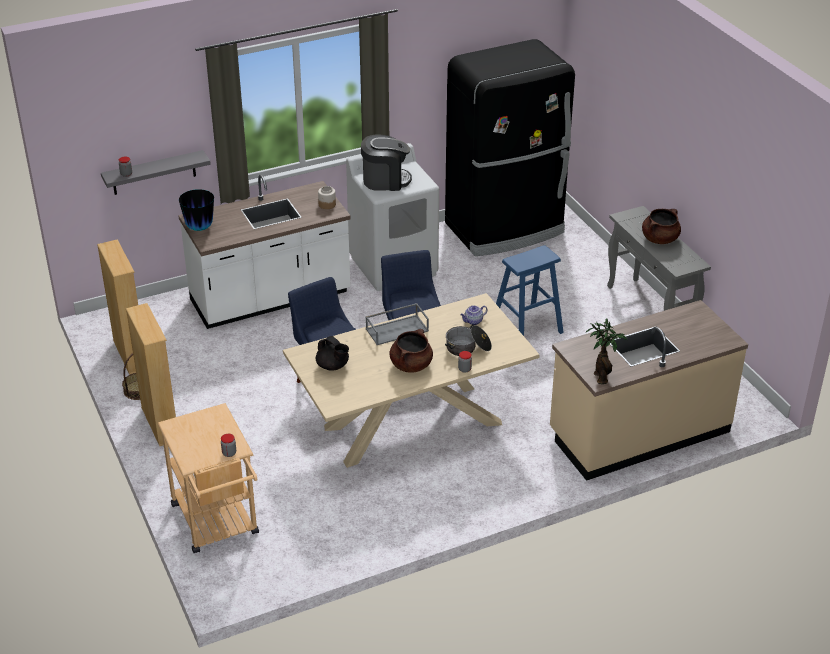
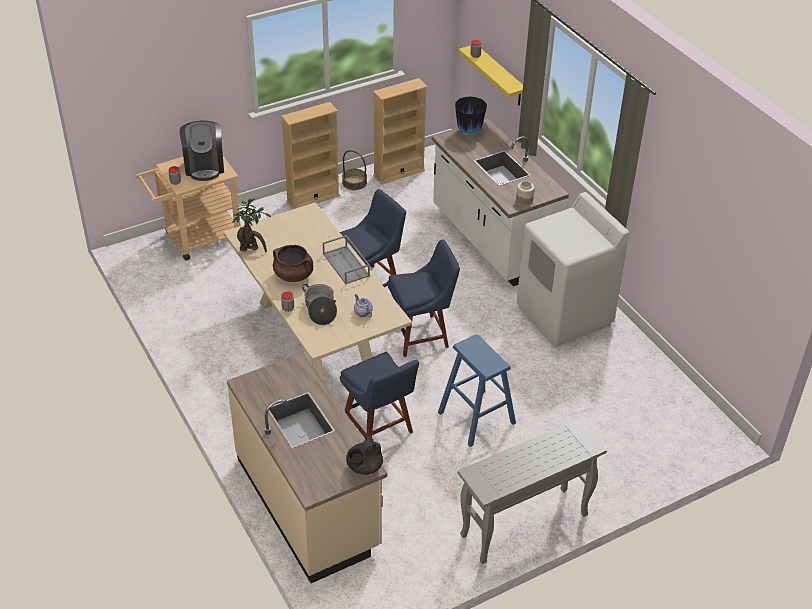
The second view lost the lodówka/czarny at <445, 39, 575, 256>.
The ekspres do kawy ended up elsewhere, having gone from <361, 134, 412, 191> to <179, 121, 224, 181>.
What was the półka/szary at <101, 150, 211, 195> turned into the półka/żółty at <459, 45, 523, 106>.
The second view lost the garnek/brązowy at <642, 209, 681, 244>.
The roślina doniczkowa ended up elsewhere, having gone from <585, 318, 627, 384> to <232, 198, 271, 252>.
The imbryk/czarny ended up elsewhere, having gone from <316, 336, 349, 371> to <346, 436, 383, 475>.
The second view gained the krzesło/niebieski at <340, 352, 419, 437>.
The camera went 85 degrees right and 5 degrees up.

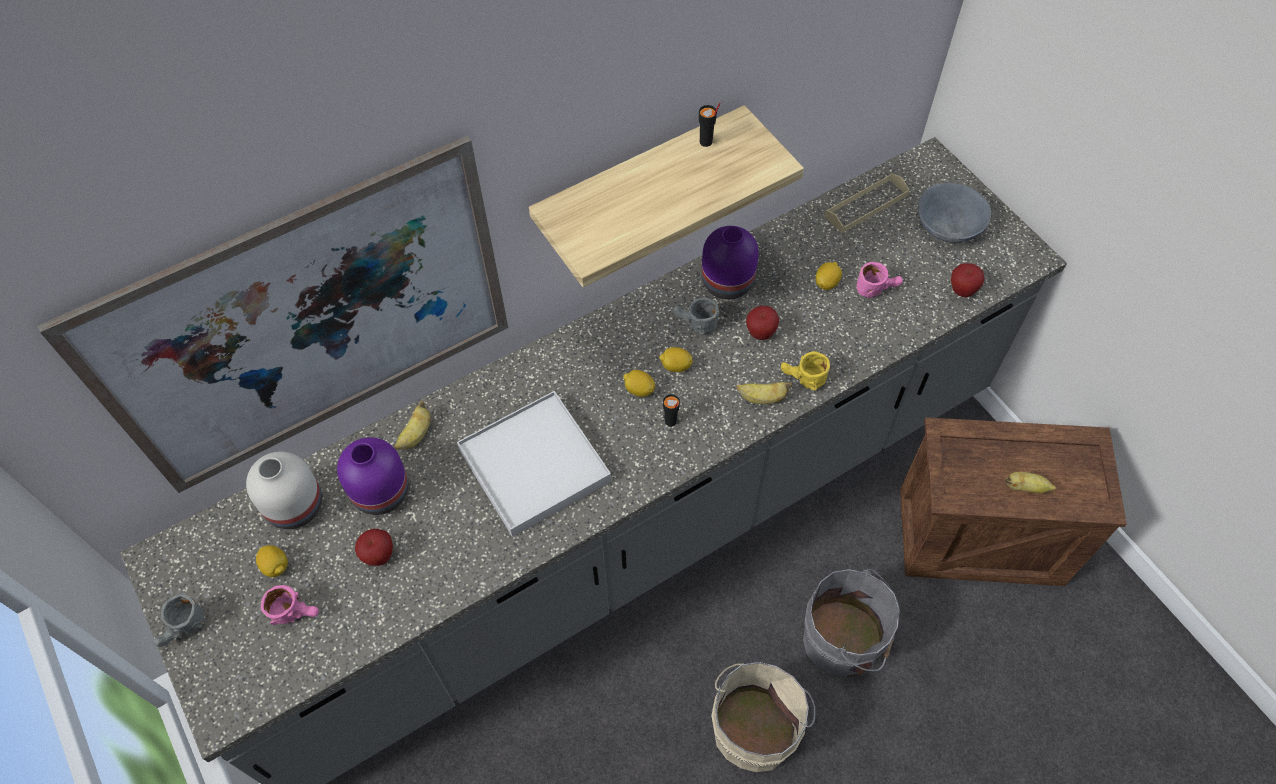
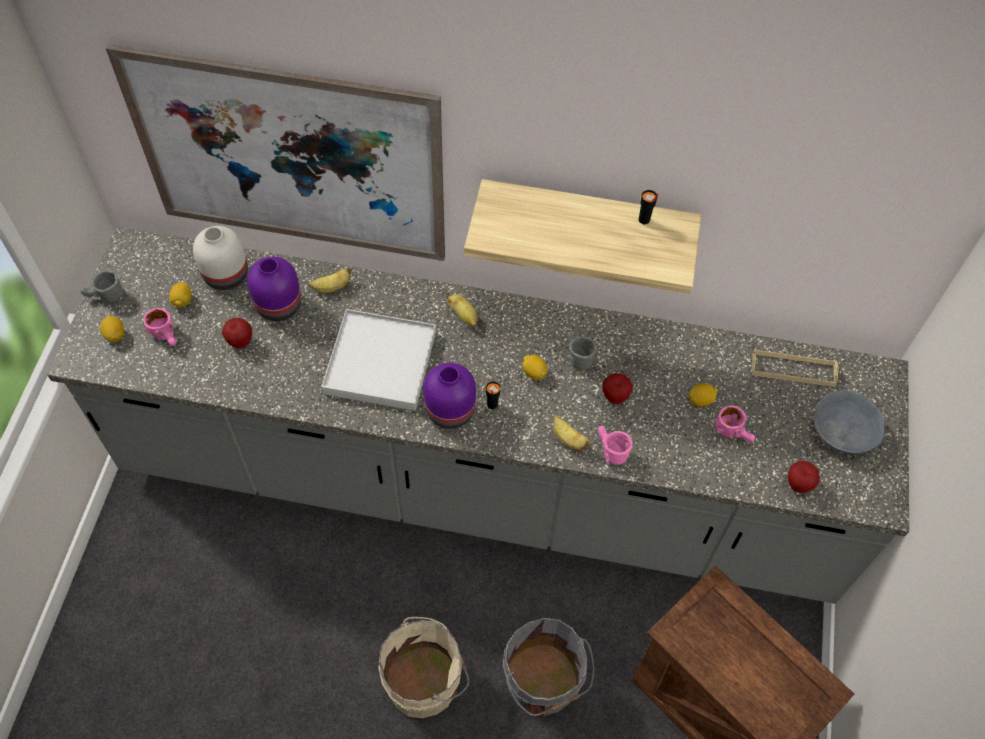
The wazon/fioletowy ended up elsewhere, having gone from <701, 226, 759, 300> to <423, 363, 476, 429>.
What was the kubek/żółty at <781, 351, 830, 391> turned into the kubek/różowy at <598, 426, 633, 465>.
The cytryna ended up elsewhere, having gone from <623, 370, 655, 397> to <100, 315, 124, 342>.
The banan ended up elsewhere, having gone from <1005, 472, 1056, 493> to <446, 292, 478, 327>.
The camera went 40 degrees right and 0 degrees up.

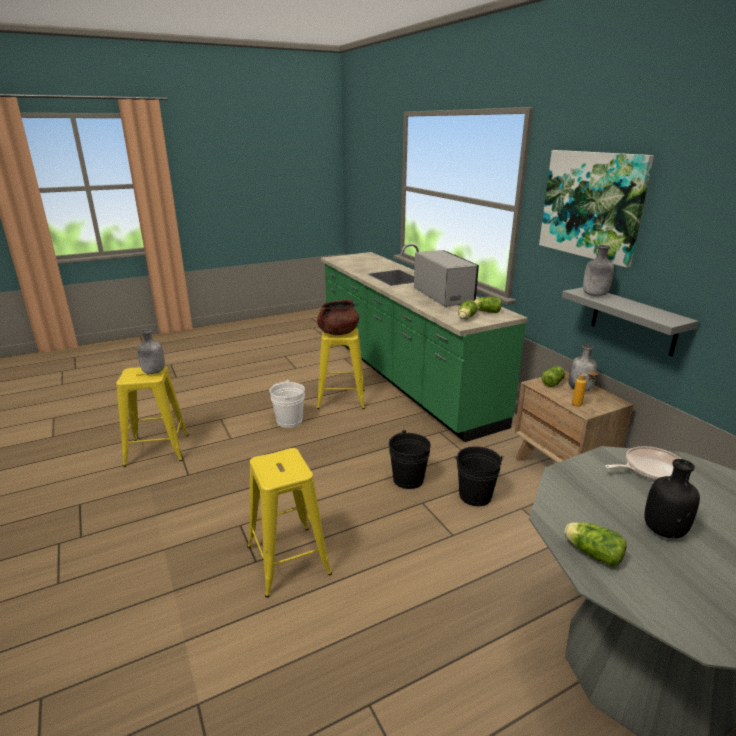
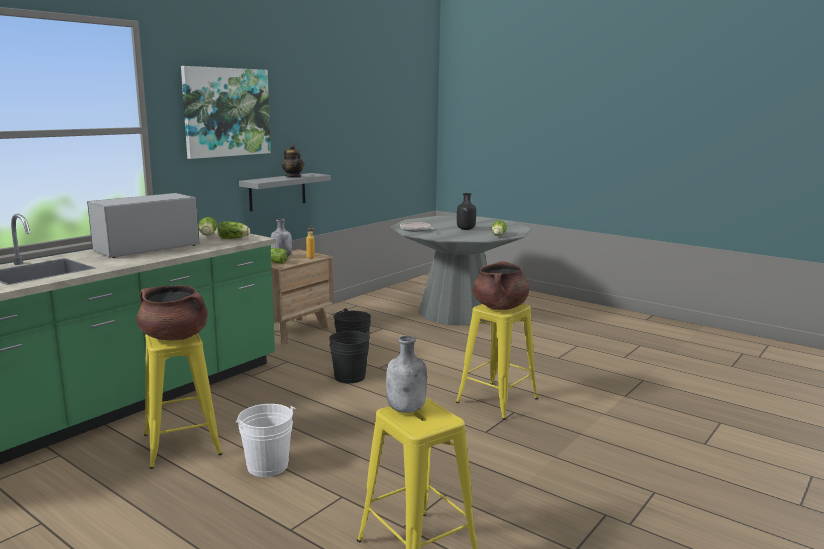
The second view lost the butelka/szary at <583, 245, 614, 296>.
The second view gained the imbryk at <281, 145, 304, 177>.
The second view gained the garnek/brązowy at <473, 261, 530, 310>.
The camera went 115 degrees left and 10 degrees down.

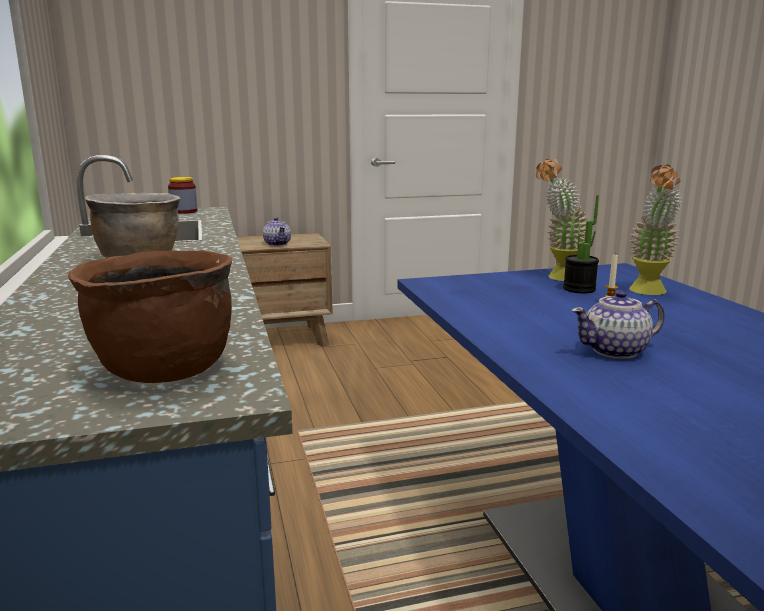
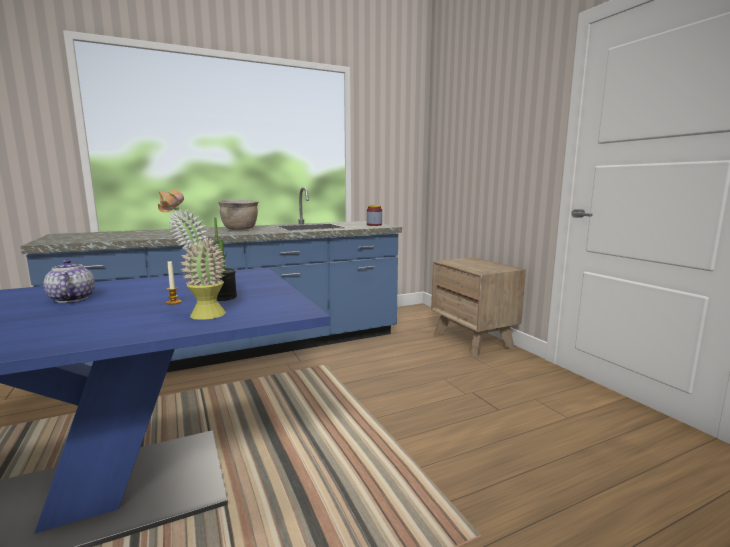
The second view lost the roślina doniczkowa at <536, 159, 589, 281>.
The second view lost the imbryk at <263, 217, 291, 246>.
The second view lost the garnek/brązowy at <68, 250, 232, 383>.
The camera went 80 degrees right and 5 degrees down.

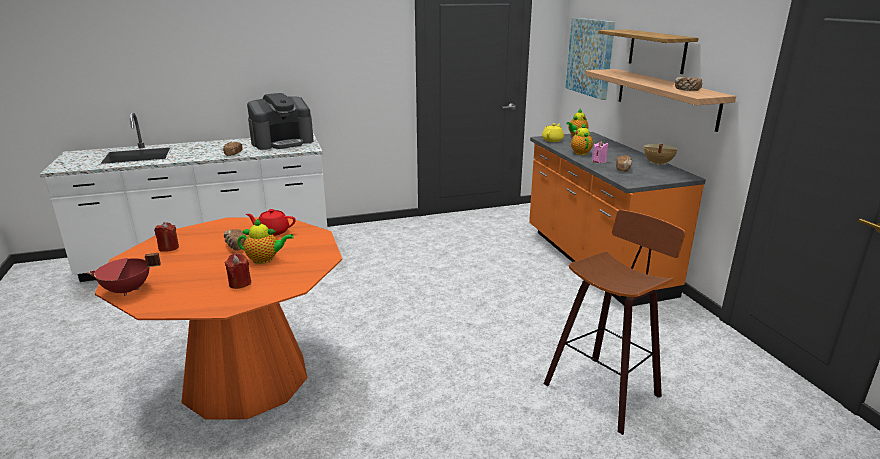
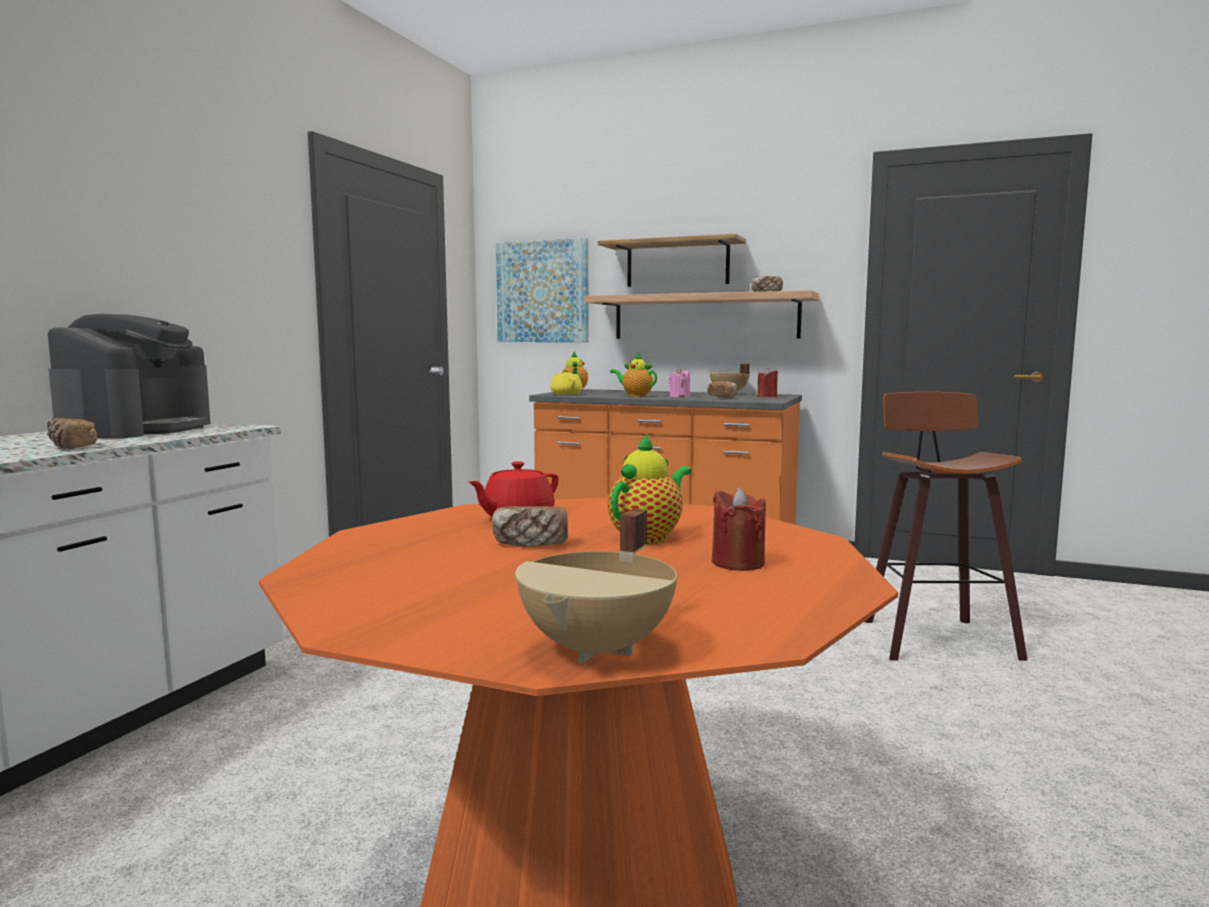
The świeca/czerwony ended up elsewhere, having gone from <154, 222, 179, 252> to <757, 368, 778, 397>.
What was the garnek/czerwony at <87, 253, 161, 296> turned into the garnek/beżowy at <515, 509, 677, 664>.
The camera went 50 degrees left and 15 degrees down.

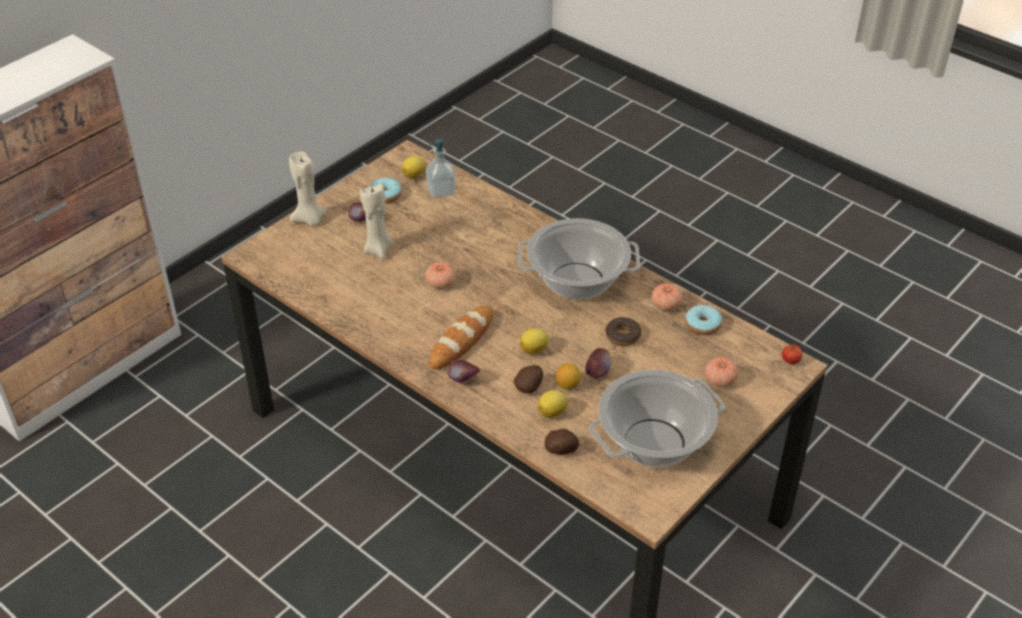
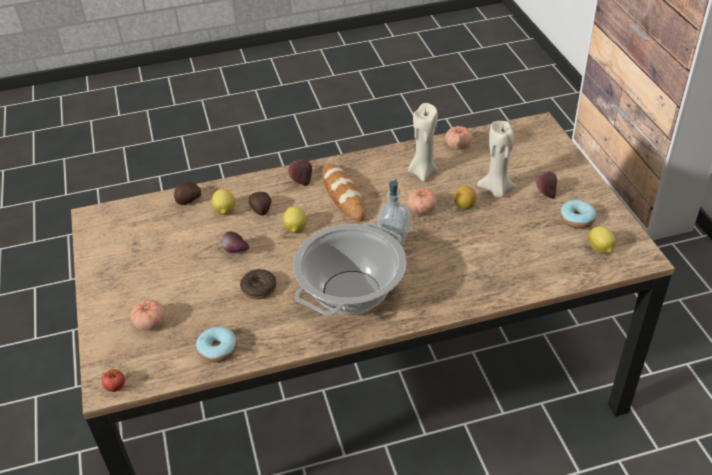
The dozownik mydła ended up elsewhere, having gone from <426, 138, 456, 198> to <377, 179, 410, 243>.
The świeca/beżowy ended up elsewhere, having gone from <289, 152, 327, 226> to <408, 103, 438, 182>.
The pomidor ended up elsewhere, having gone from <651, 283, 683, 311> to <445, 126, 473, 150>.
The cytryna ended up elsewhere, having gone from <556, 363, 581, 390> to <454, 186, 477, 210>.
The second view lost the garnek at <589, 370, 725, 467>.
The camera went 125 degrees right and 0 degrees up.

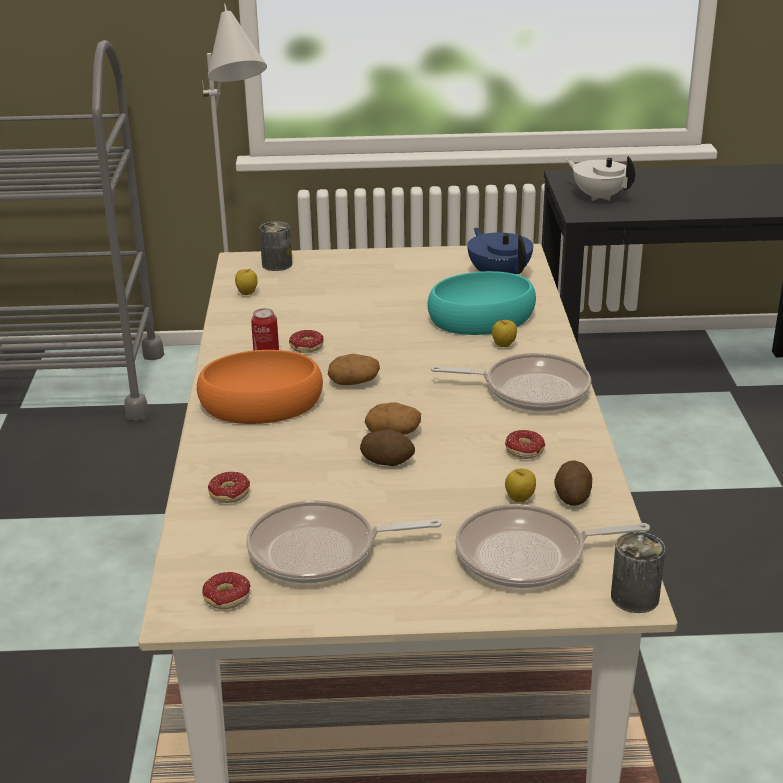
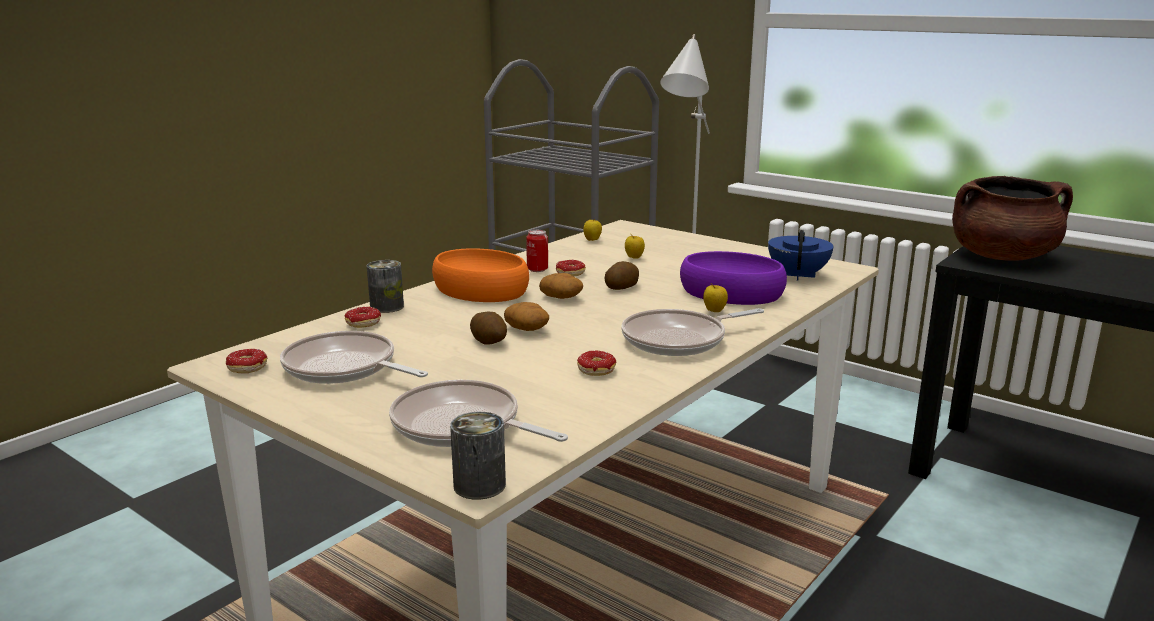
Where the imbryk/biały stood at <566, 156, 635, 201>, the garnek/brązowy came to stand at <952, 176, 1073, 261>.
The puszka ended up elsewhere, having gone from <259, 221, 292, 271> to <367, 260, 404, 313>.
What was the miska/turkusowy at <427, 271, 536, 335> turned into the miska/fioletowy at <680, 251, 787, 305>.
The patelnia at <431, 353, 591, 411> ended up facing another way, 105 degrees clockwise from before.
The ziemniak ended up elsewhere, having gone from <554, 460, 592, 506> to <605, 261, 639, 290>.
The jabłko ended up elsewhere, having gone from <505, 469, 536, 502> to <625, 234, 645, 259>.
The camera went 40 degrees right and 10 degrees down.

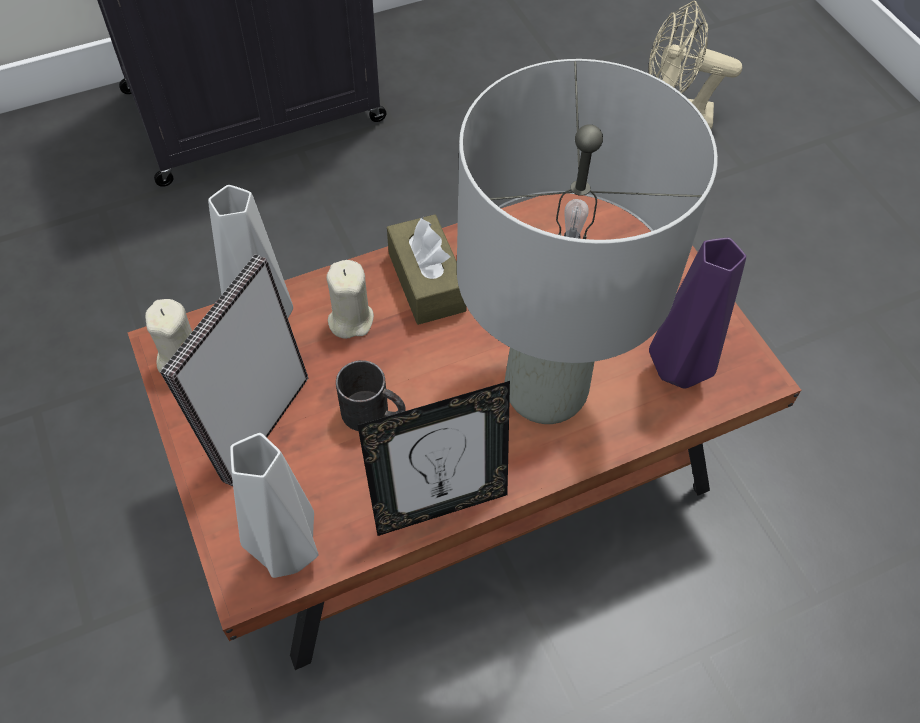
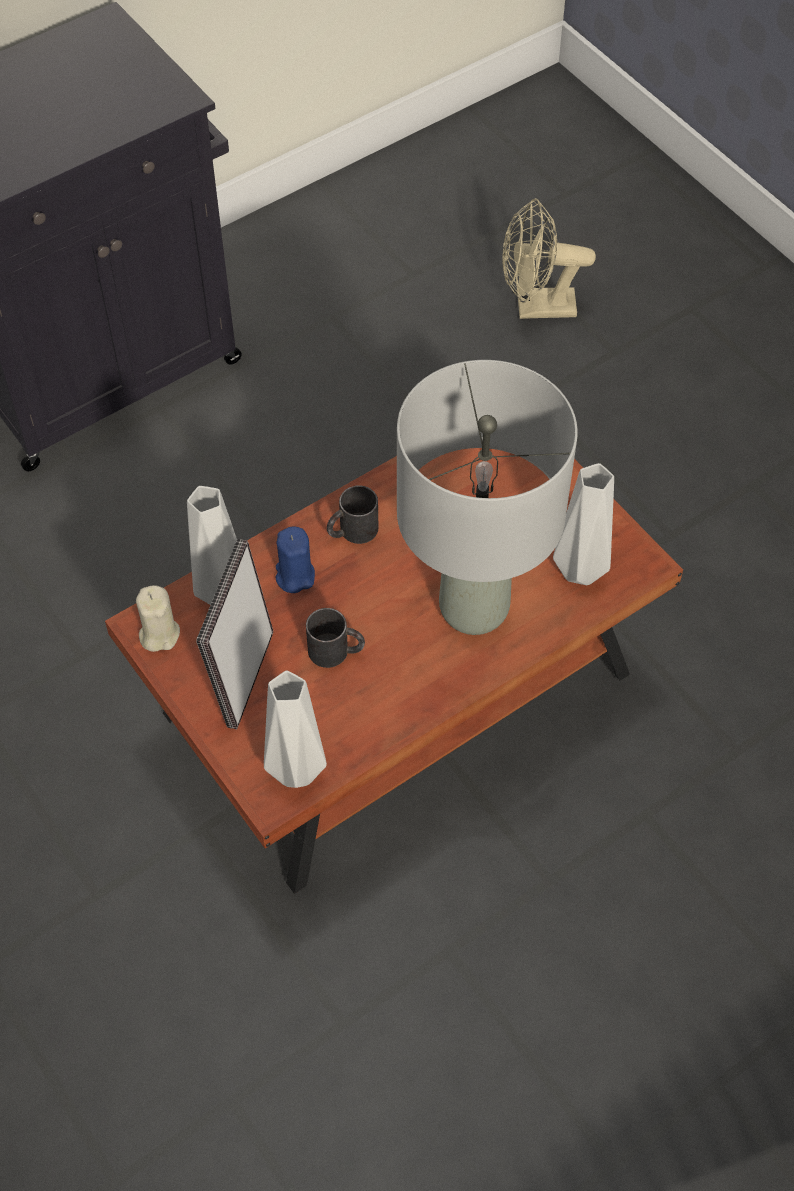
Where the pudełko chusteczek/brązowy stood at <387, 214, 467, 325>, the kubek/czarny came to stand at <327, 485, 378, 544>.
What was the wazon/fioletowy at <649, 238, 746, 389> turned into the wazon/szary at <553, 463, 614, 585>.
What was the świeca/beżowy at <327, 260, 374, 339> turned into the świeca/niebieski at <276, 527, 315, 593>.
The second view lost the ramka na zdjęcie at <357, 381, 510, 536>.
The camera went 10 degrees left and 0 degrees up.

